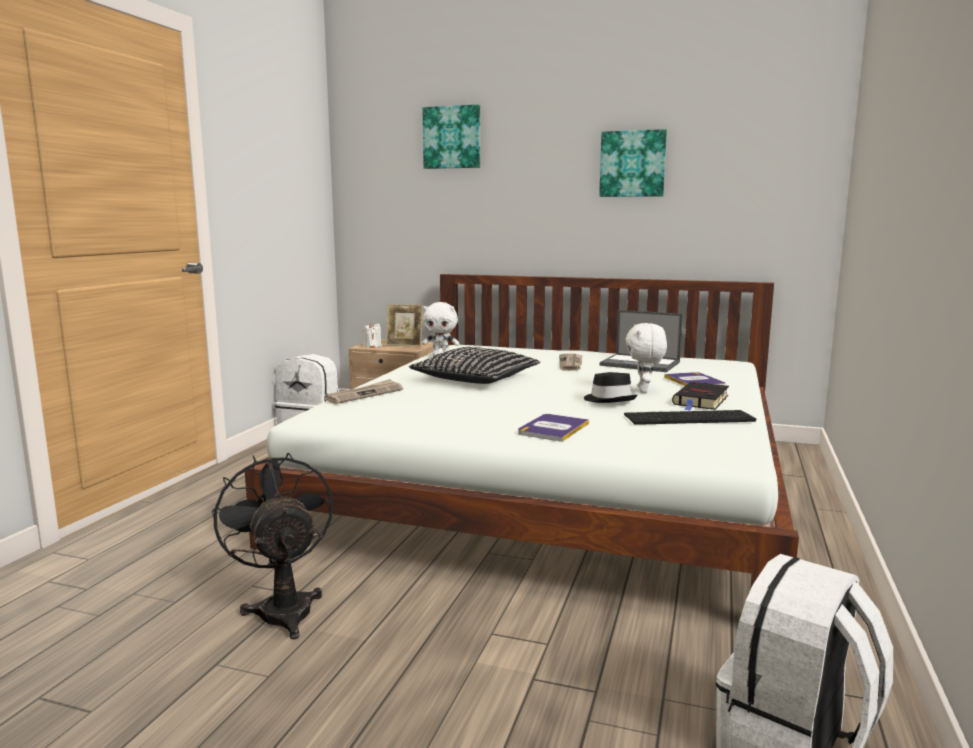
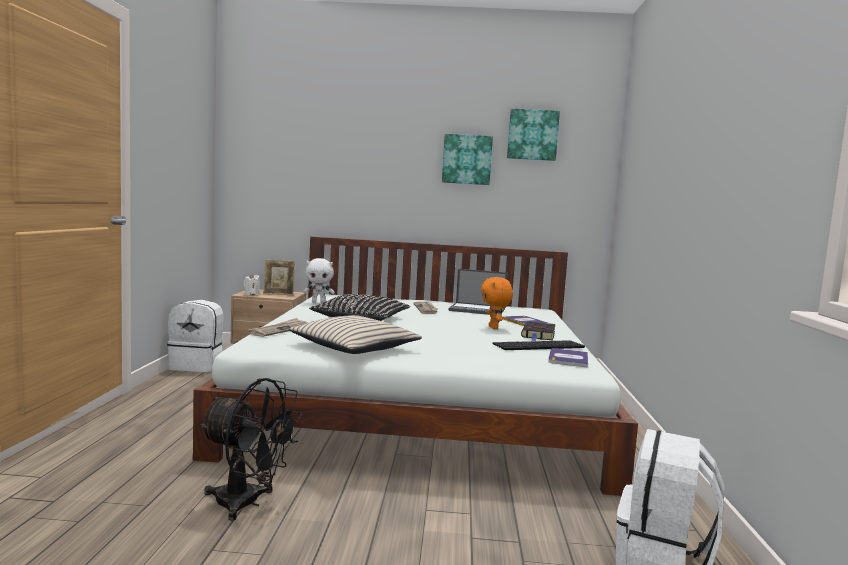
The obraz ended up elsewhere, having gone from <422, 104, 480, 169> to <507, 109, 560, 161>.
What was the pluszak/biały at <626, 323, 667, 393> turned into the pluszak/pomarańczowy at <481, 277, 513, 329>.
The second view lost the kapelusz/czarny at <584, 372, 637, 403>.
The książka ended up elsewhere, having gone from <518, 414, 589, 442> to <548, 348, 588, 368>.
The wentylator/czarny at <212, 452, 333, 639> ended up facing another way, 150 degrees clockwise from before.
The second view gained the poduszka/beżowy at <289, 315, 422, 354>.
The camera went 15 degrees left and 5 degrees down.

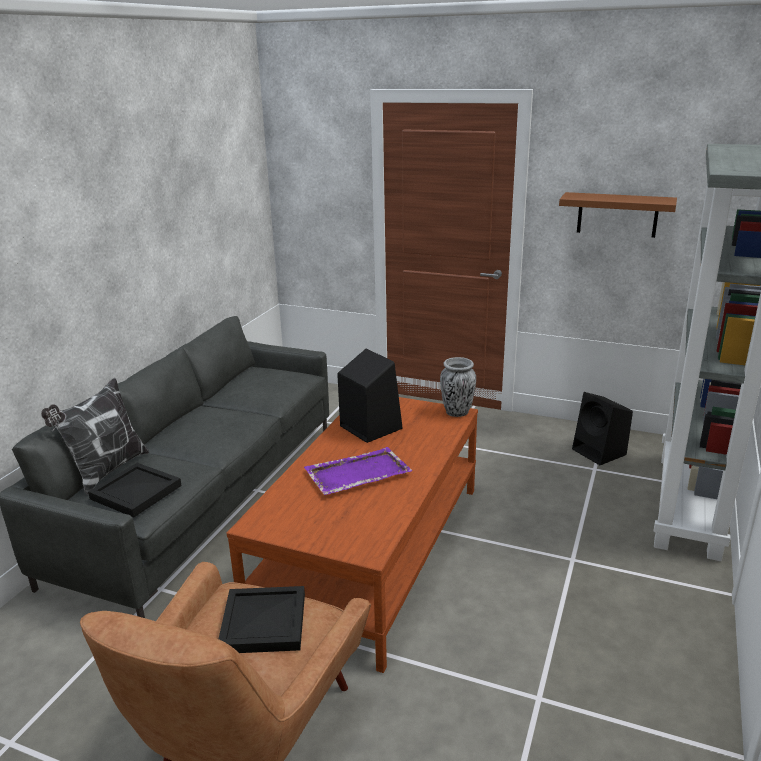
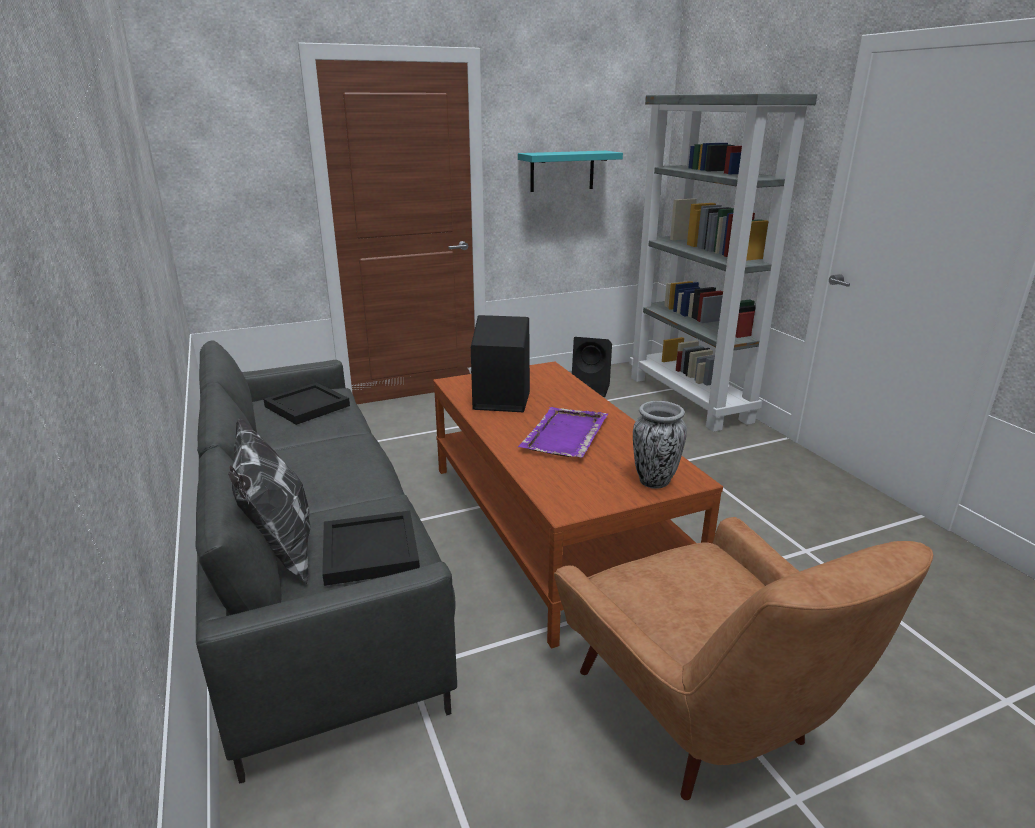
What was the półka/brązowy at <559, 192, 677, 238> turned into the półka/turkusowy at <518, 151, 623, 192>.
The wazon ended up elsewhere, having gone from <440, 357, 476, 417> to <633, 401, 687, 489>.
The taca/czarny ended up elsewhere, having gone from <219, 586, 305, 653> to <264, 382, 350, 425>.
The camera went 45 degrees left and 0 degrees up.

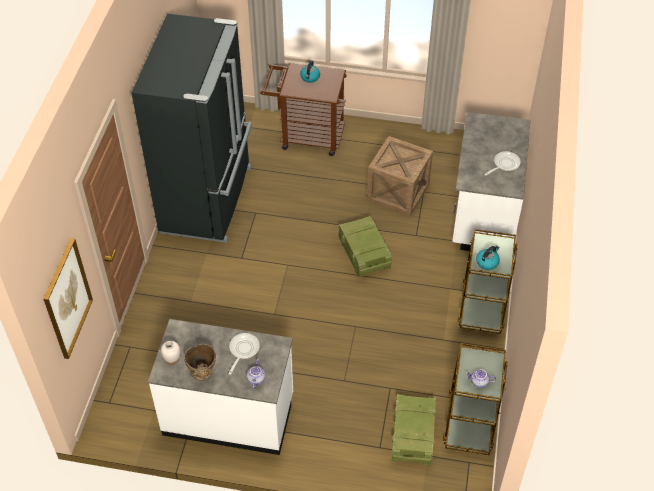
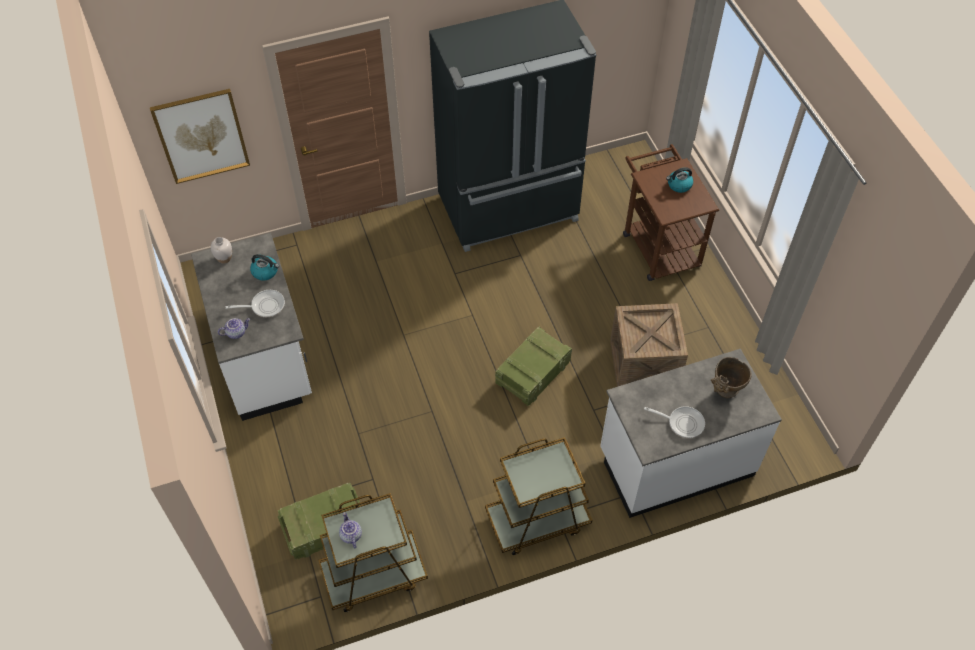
The czajnik ended up elsewhere, having gone from <476, 245, 500, 270> to <250, 254, 279, 281>.
The wazon/beżowy ended up elsewhere, having gone from <184, 344, 216, 381> to <711, 357, 751, 398>.
The camera went 60 degrees right and 5 degrees up.

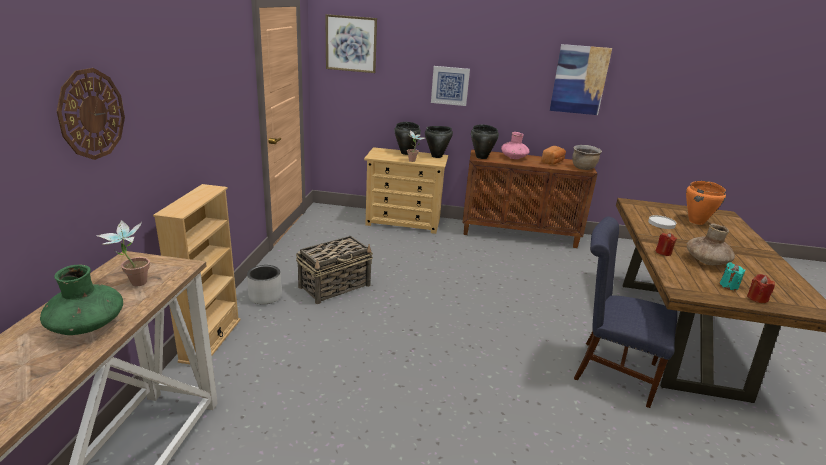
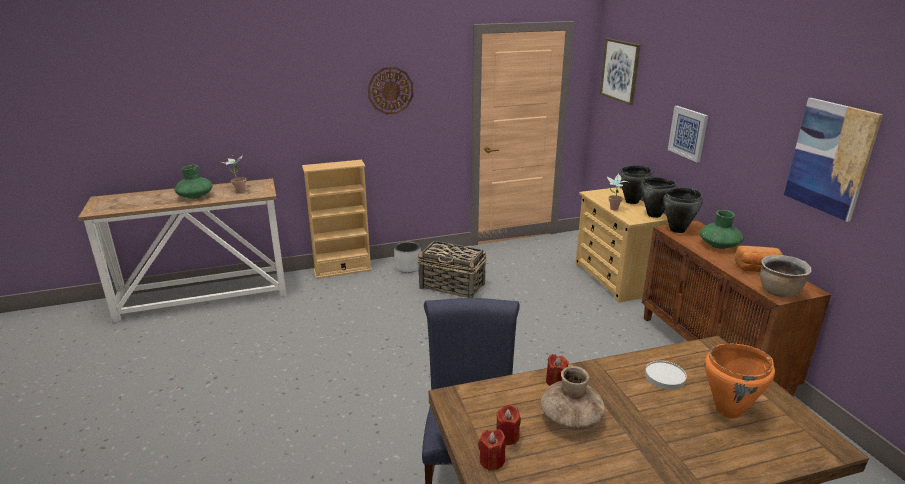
The zegar ścienny ended up elsewhere, having gone from <57, 68, 125, 160> to <368, 67, 414, 114>.
What was the wazon/różowy at <501, 132, 530, 159> turned into the wazon/zielony at <700, 210, 743, 249>.
What was the świeca/turkusowy at <720, 262, 745, 290> turned into the świeca/czerwony at <496, 405, 521, 445>.
The camera went 65 degrees right and 0 degrees up.

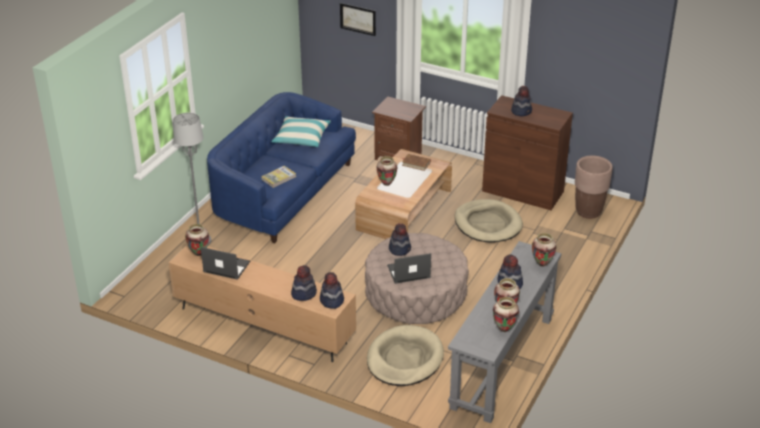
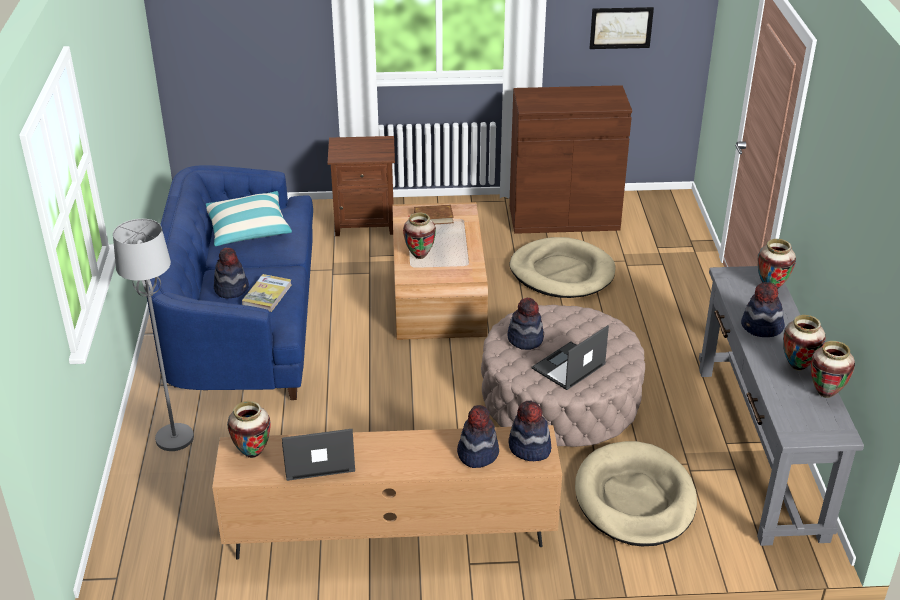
The obraz ended up elsewhere, having gone from <340, 3, 376, 36> to <590, 7, 654, 49>.
The kapelusz ended up elsewhere, having gone from <511, 86, 532, 116> to <214, 247, 249, 299>.
The second view lost the donica/brązowy at <575, 155, 613, 219>.
The camera went 30 degrees left and 0 degrees up.

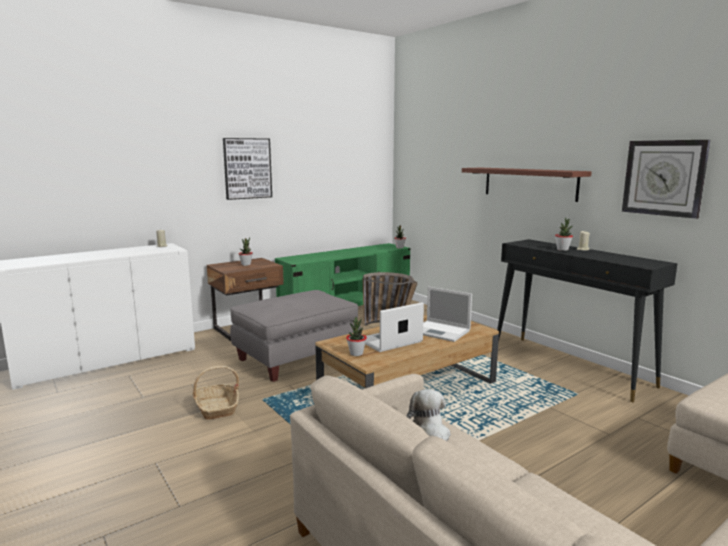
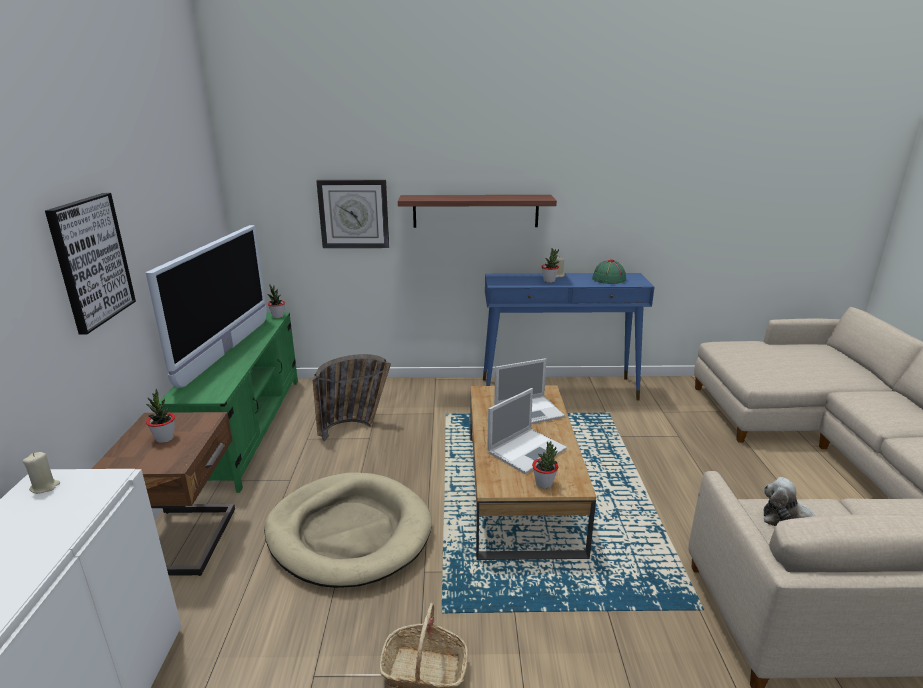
The zegar ścienny ended up elsewhere, having gone from <622, 140, 710, 219> to <316, 180, 389, 248>.
What was the stolik konsolowy/czarny at <497, 239, 678, 402> turned into the stolik konsolowy/niebieski at <483, 273, 654, 401>.
Where the pufa/szary stood at <230, 290, 361, 382>, the legowisko/beżowy came to stand at <264, 472, 432, 588>.
The laptop at <365, 302, 424, 352> ended up facing another way, 135 degrees counterclockwise from before.
The second view gained the telewizor at <146, 225, 267, 388>.
The second view gained the kapelusz/zielony at <592, 260, 626, 284>.
The camera went 55 degrees left and 10 degrees up.

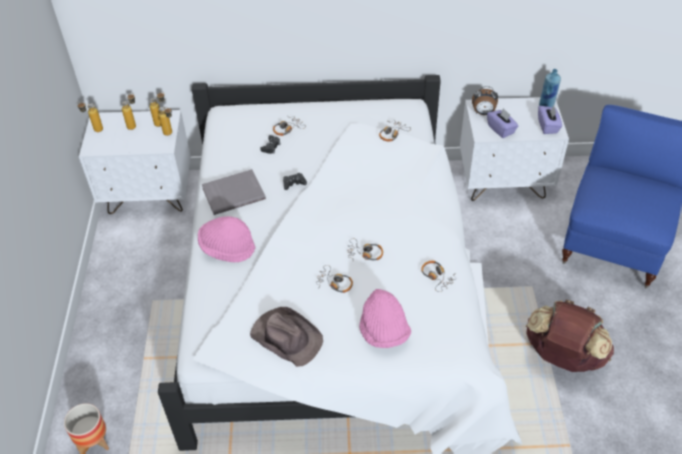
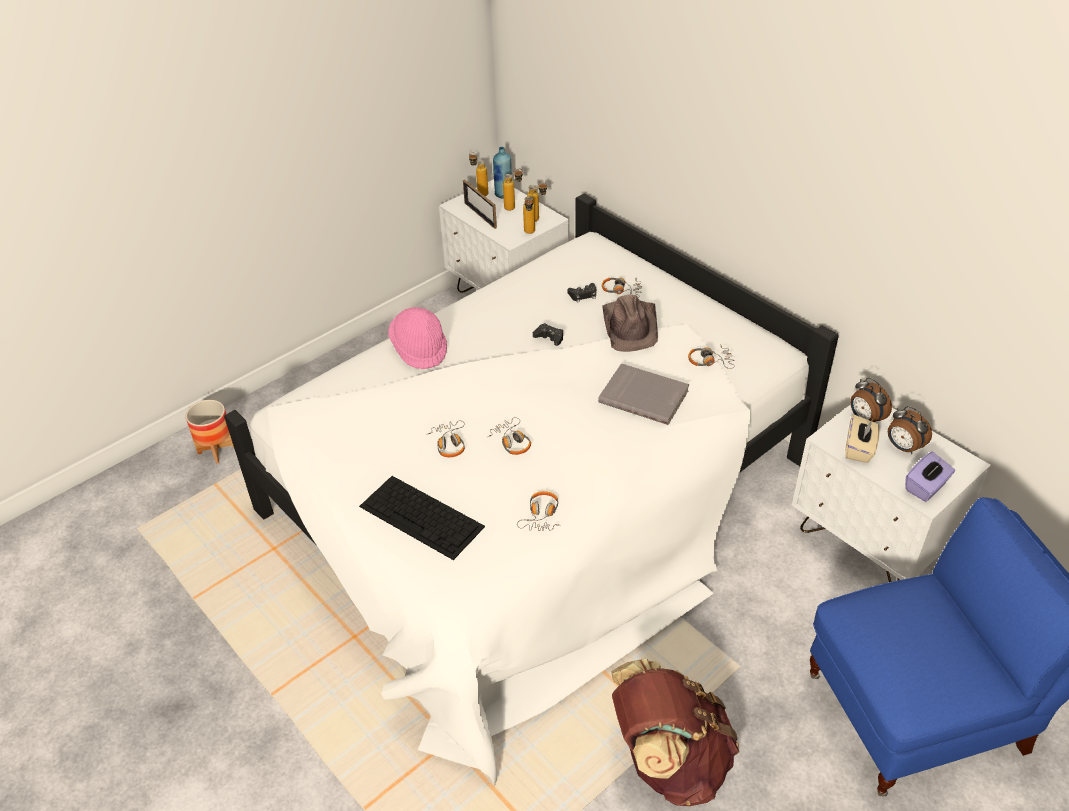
The butelka/niebieski ended up elsewhere, having gone from <539, 69, 561, 107> to <493, 146, 512, 199>.
What was the pudełko chusteczek/fioletowy at <487, 108, 519, 138> turned into the pudełko chusteczek/beżowy at <846, 415, 880, 463>.
The książka/szary ended up elsewhere, having gone from <202, 169, 266, 215> to <598, 364, 689, 425>.
Where the kapelusz/różowy stood at <359, 289, 411, 348>, the klawiatura came to stand at <359, 476, 485, 560>.
The kapelusz/brązowy ended up elsewhere, having gone from <250, 307, 323, 367> to <602, 295, 658, 352>.
The second view gained the ramka na zdjęcie at <463, 180, 497, 229>.
The second view gained the budzik at <888, 406, 932, 454>.
The camera went 50 degrees right and 5 degrees down.

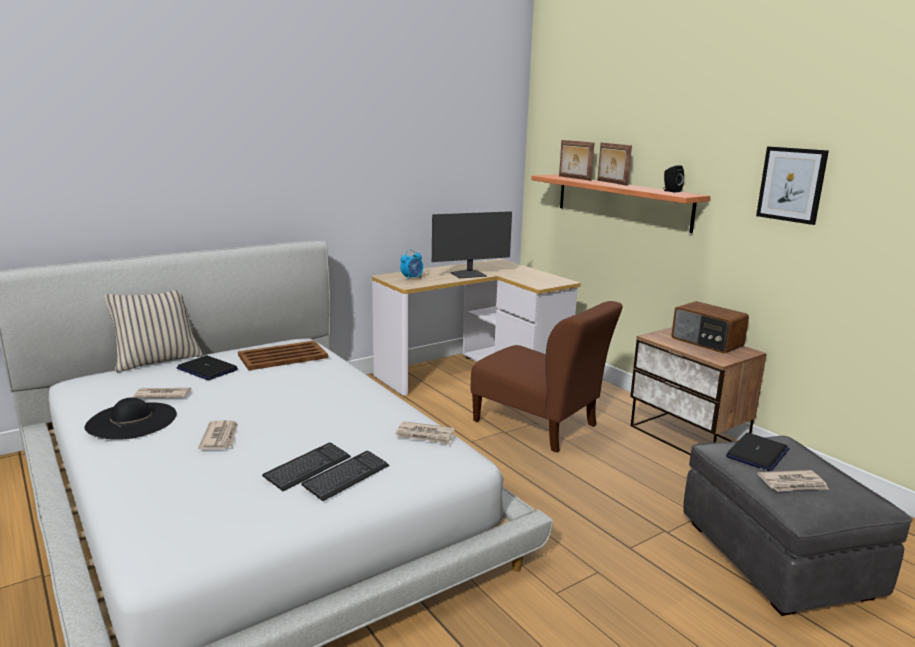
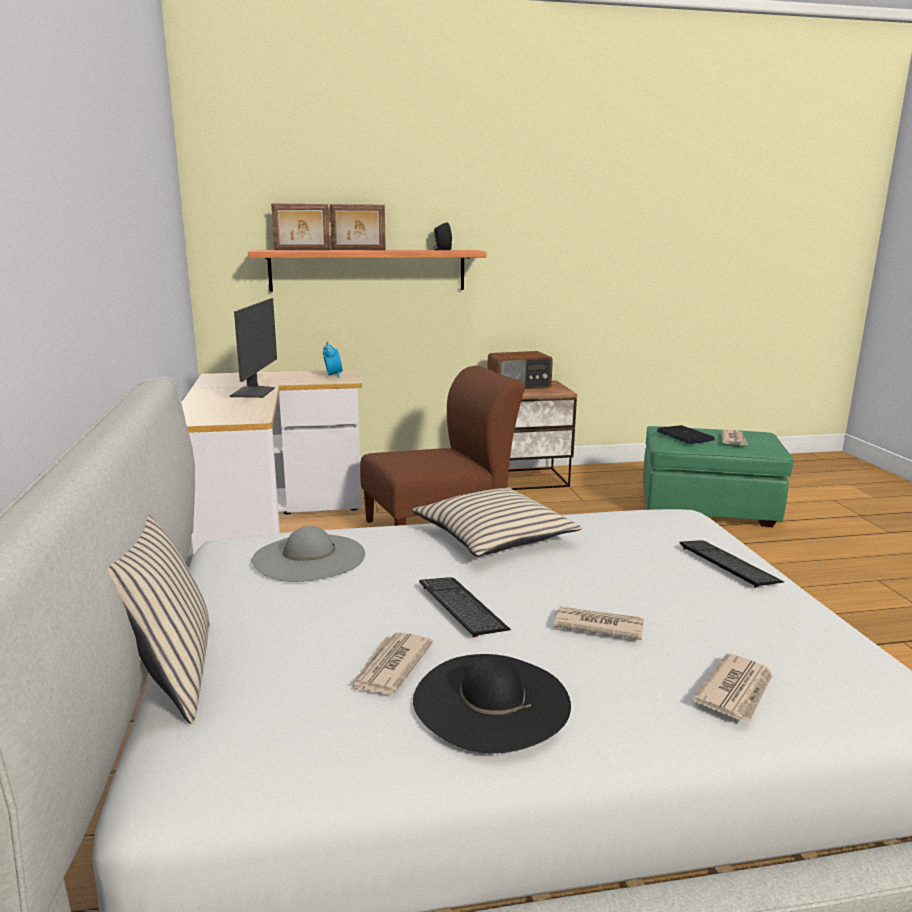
The second view lost the obraz at <756, 146, 829, 225>.
The budzik ended up elsewhere, having gone from <400, 250, 423, 280> to <323, 341, 343, 378>.
Where the taca/brązowy stood at <238, 341, 328, 371>, the kapelusz/szary came to stand at <252, 526, 365, 582>.
The second view lost the laptop at <176, 355, 238, 380>.
The gazeta ended up elsewhere, having gone from <396, 421, 454, 445> to <692, 653, 773, 722>.
What was the pufa/szary at <683, 436, 913, 616> turned into the pufa/zielony at <643, 426, 794, 527>.
The klawiatura ended up elsewhere, having gone from <262, 443, 351, 491> to <419, 578, 511, 638>.
The second view gained the poduszka/beżowy at <412, 487, 582, 557>.
The camera went 65 degrees left and 0 degrees up.

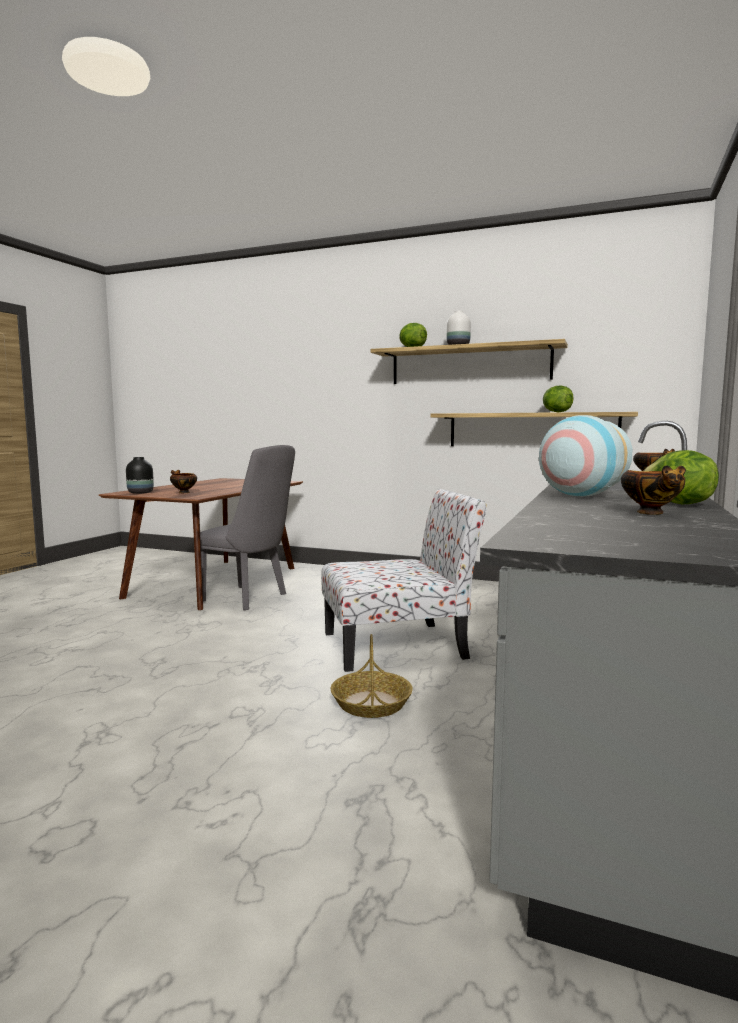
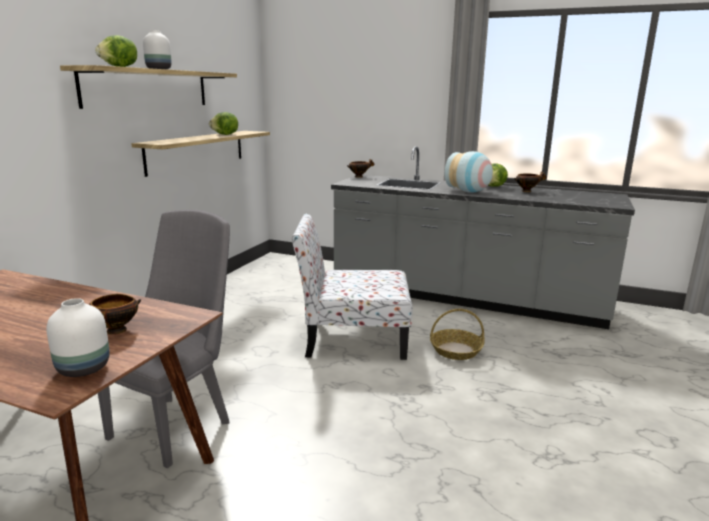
What was the wazon/czarny at <126, 457, 154, 494> turned into the wazon/biały at <46, 298, 110, 377>.
The krzesło at <321, 489, 487, 672> ended up facing another way, 75 degrees counterclockwise from before.
The camera went 90 degrees left and 10 degrees up.

